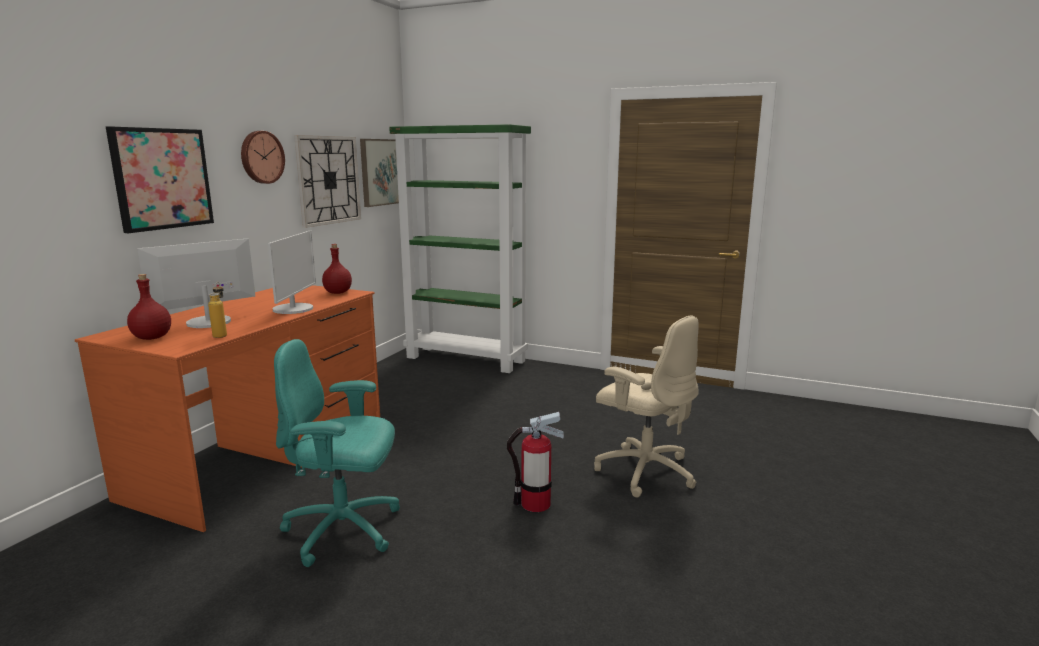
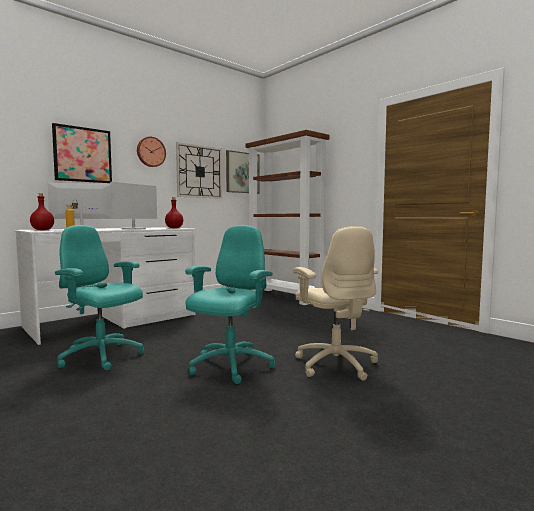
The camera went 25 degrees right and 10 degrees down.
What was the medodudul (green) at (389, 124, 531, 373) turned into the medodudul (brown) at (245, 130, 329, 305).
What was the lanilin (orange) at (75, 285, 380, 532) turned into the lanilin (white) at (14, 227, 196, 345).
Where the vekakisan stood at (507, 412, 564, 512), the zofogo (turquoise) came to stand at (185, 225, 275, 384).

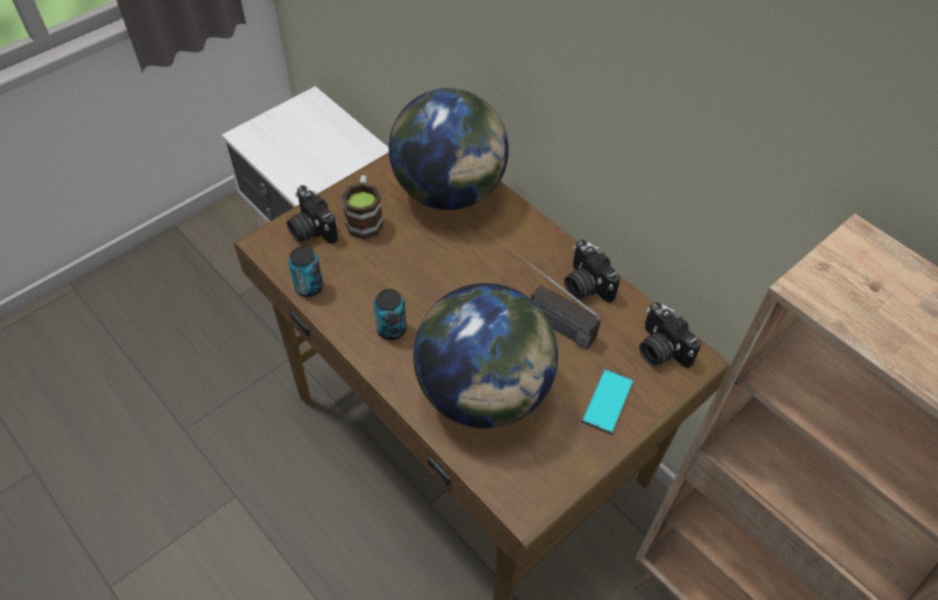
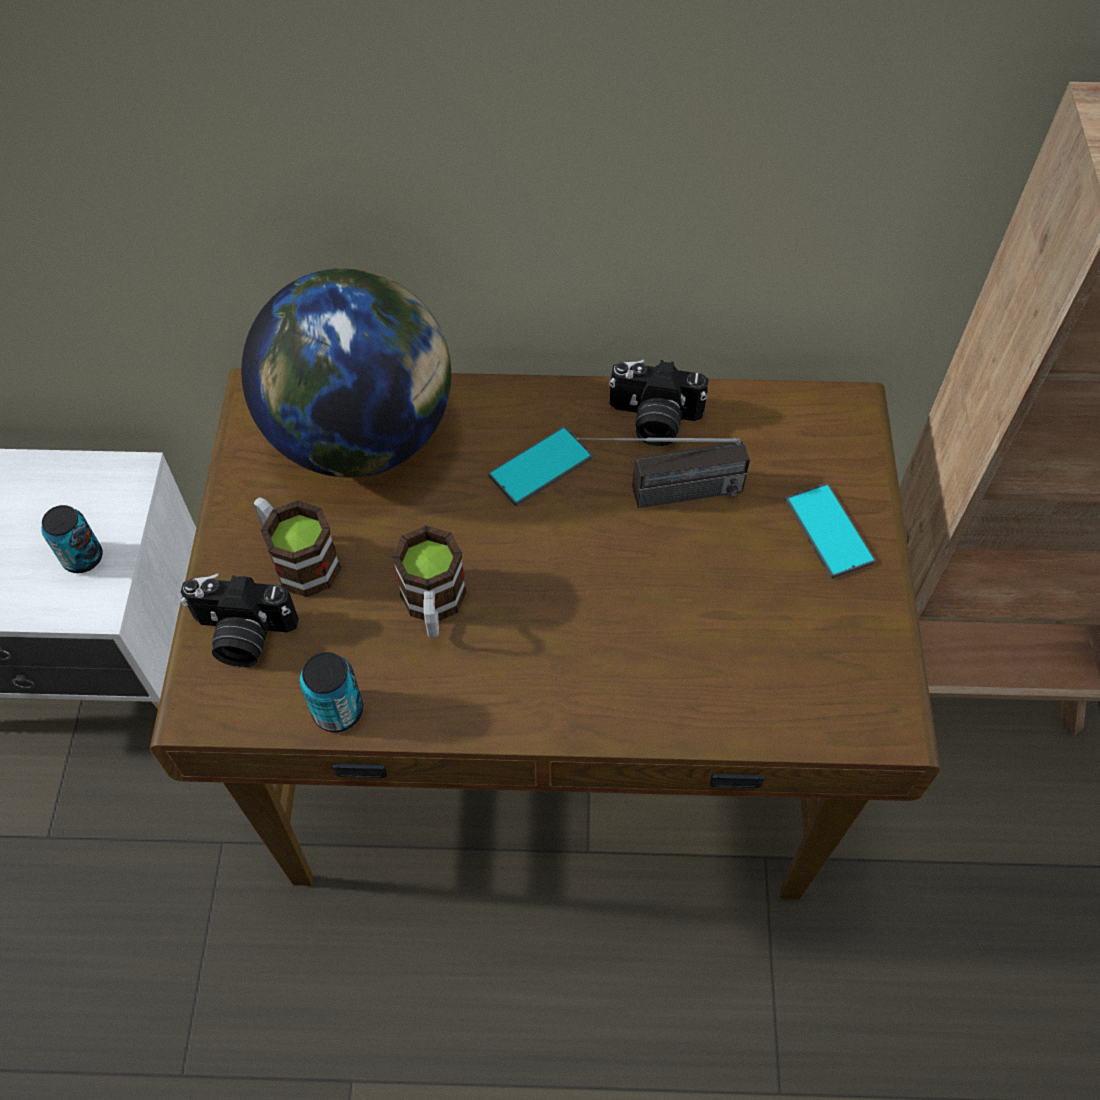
The camera went 45 degrees left and 5 degrees up.
The second view lost the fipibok at (413, 283, 558, 428).
The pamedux ended up elsewhere, having gone from (373, 289, 406, 340) to (41, 505, 103, 573).
The second view lost the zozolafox at (640, 302, 701, 368).
The second view gained the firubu at (488, 426, 593, 506).
The second view gained the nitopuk at (392, 526, 467, 638).

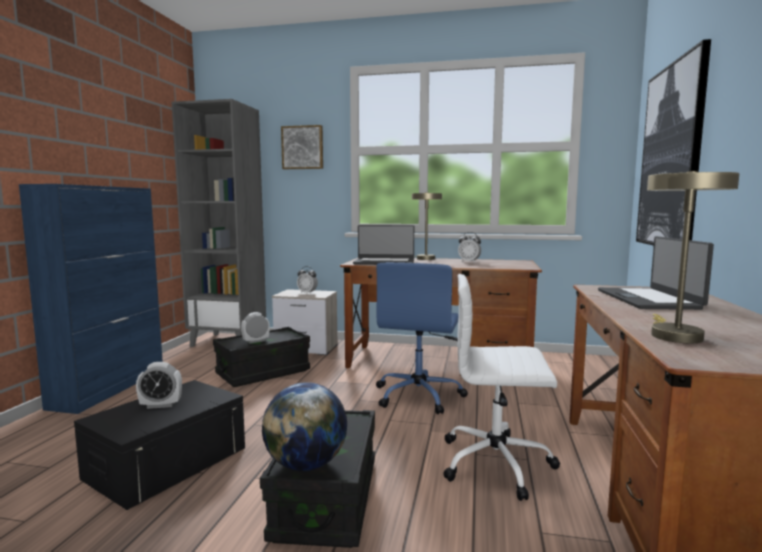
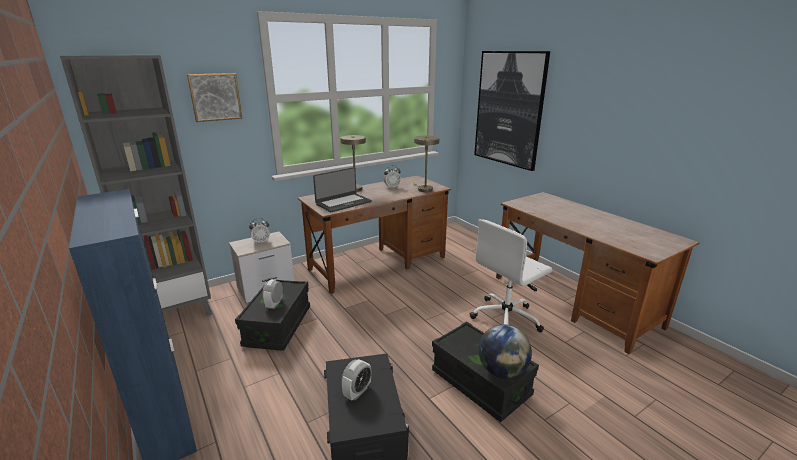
The camera went 45 degrees left and 15 degrees up.
The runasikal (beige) ended up elsewhere, having gone from (647, 171, 740, 343) to (412, 135, 439, 192).
The second view lost the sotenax at (598, 236, 714, 310).
The second view lost the zofogo (blue) at (376, 262, 468, 414).

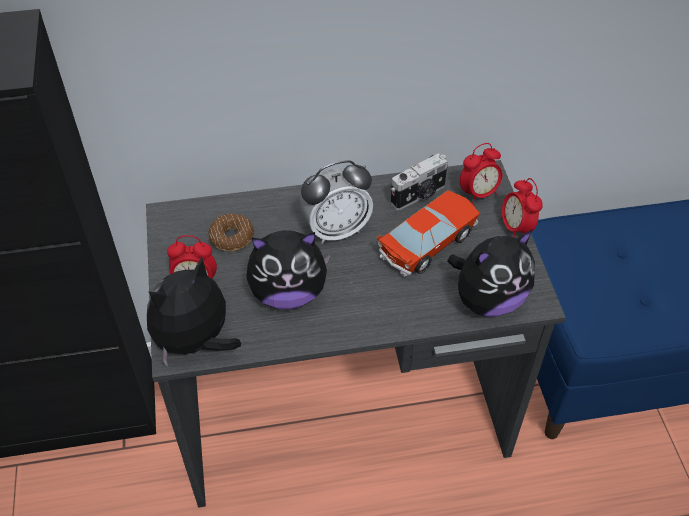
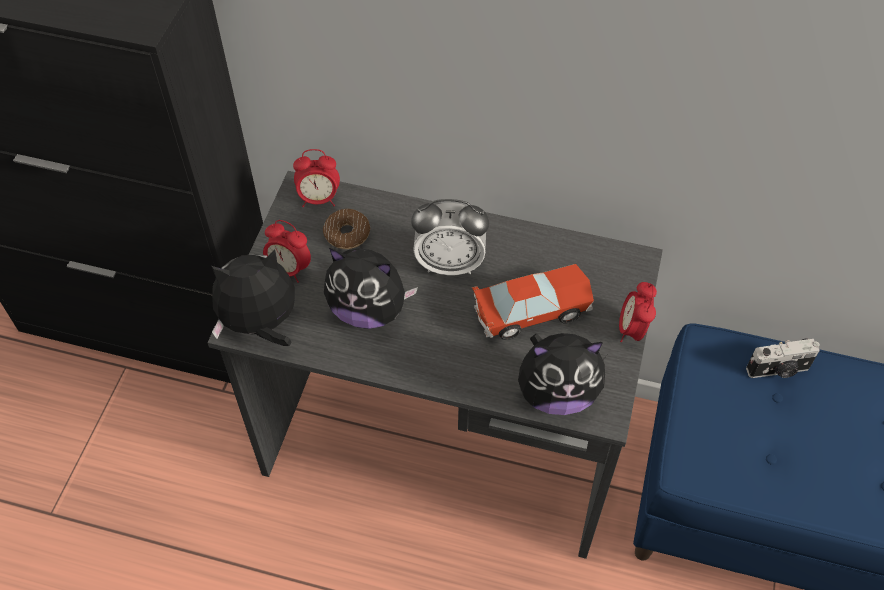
The camera went 25 degrees right and 5 degrees up.
The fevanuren ended up elsewhere, having gone from (460, 143, 503, 204) to (293, 149, 340, 207).
The zozolafox ended up elsewhere, having gone from (391, 153, 448, 210) to (746, 338, 820, 378).

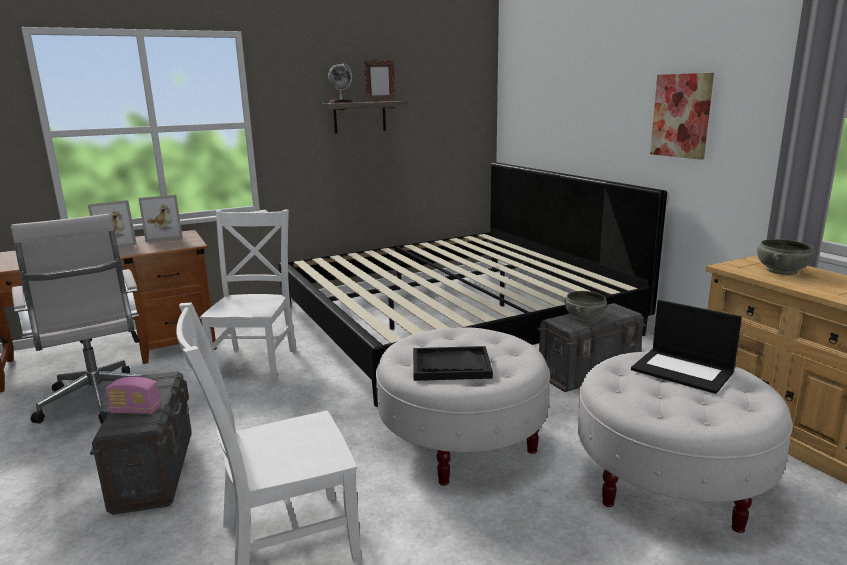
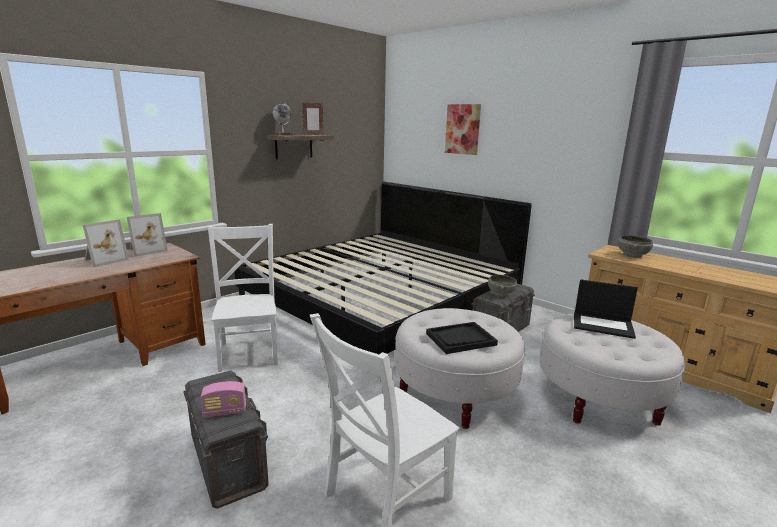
The camera went 20 degrees left and 0 degrees up.
The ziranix ended up elsewhere, having gone from (650, 73, 714, 160) to (445, 104, 481, 155).
The second view lost the zofogo (white) at (11, 214, 140, 424).

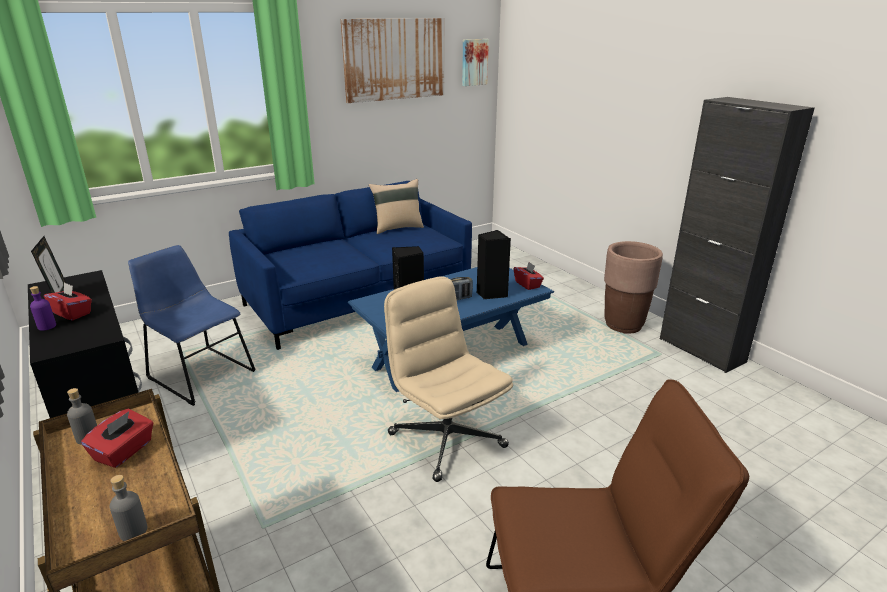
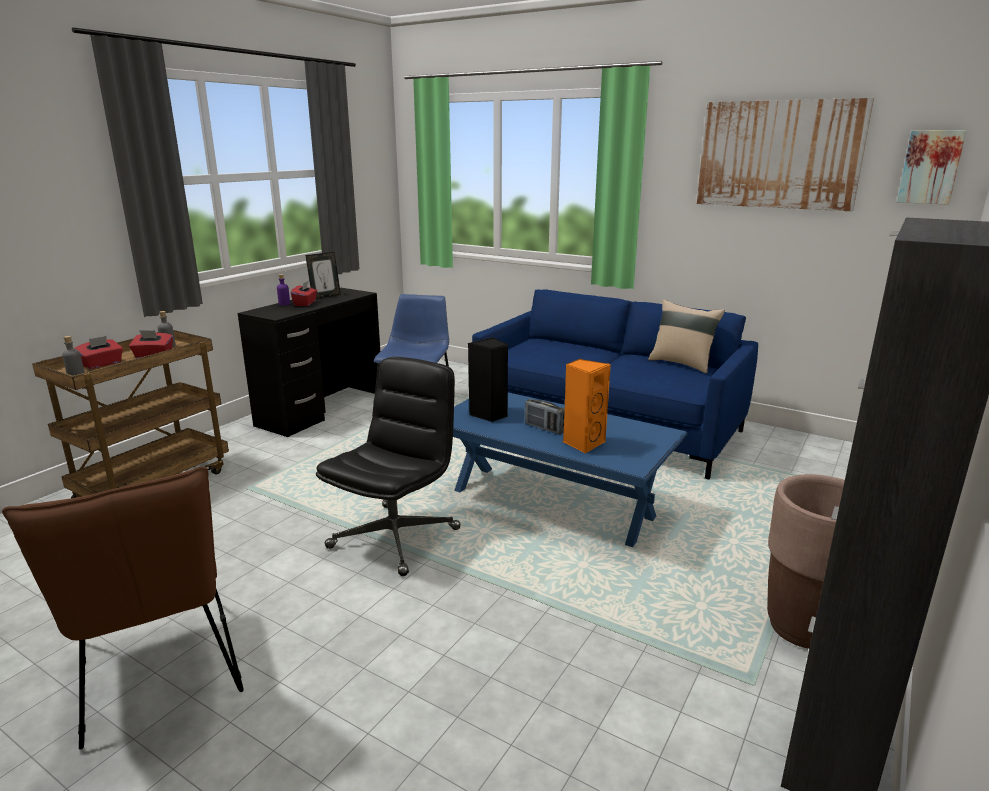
The camera went 65 degrees right and 5 degrees down.
What was the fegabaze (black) at (476, 230, 511, 299) turned into the fegabaze (orange) at (563, 359, 611, 454).
The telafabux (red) ended up elsewhere, having gone from (514, 262, 544, 290) to (74, 336, 123, 369).
What was the zofogo (beige) at (384, 277, 513, 482) turned into the zofogo (black) at (316, 357, 461, 576).

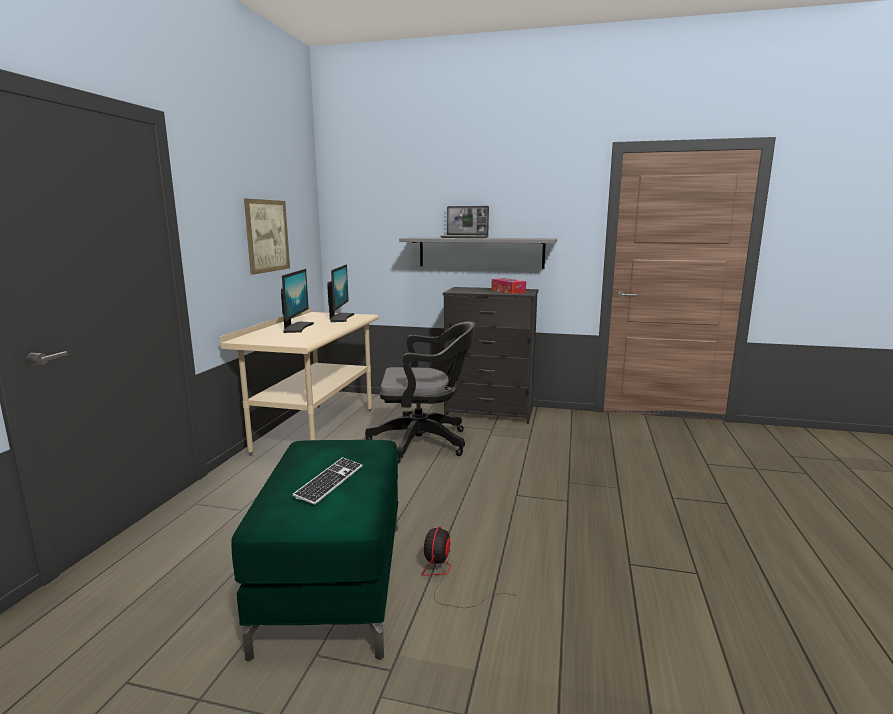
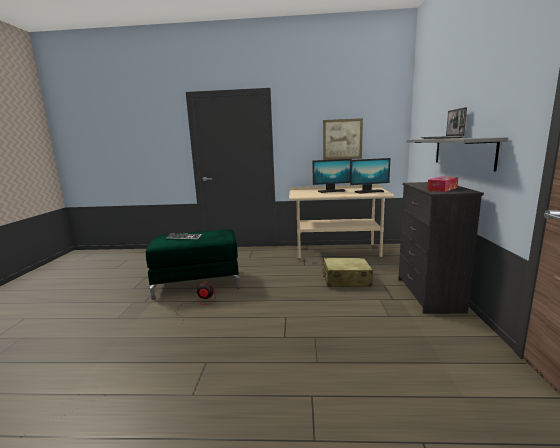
The camera went 80 degrees right and 0 degrees up.
Where the zofogo (black) stood at (365, 321, 476, 463), the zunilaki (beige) came to stand at (321, 258, 373, 287).

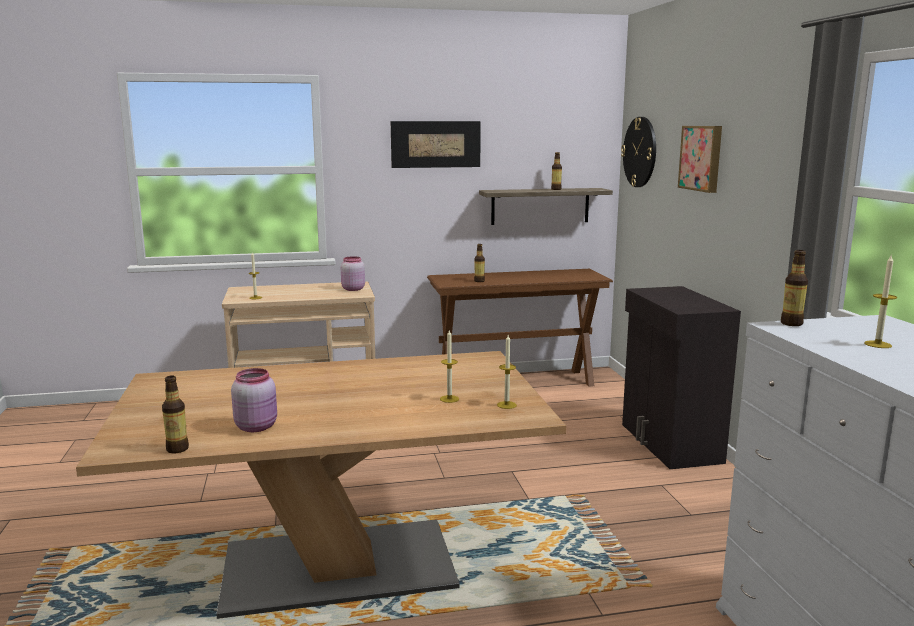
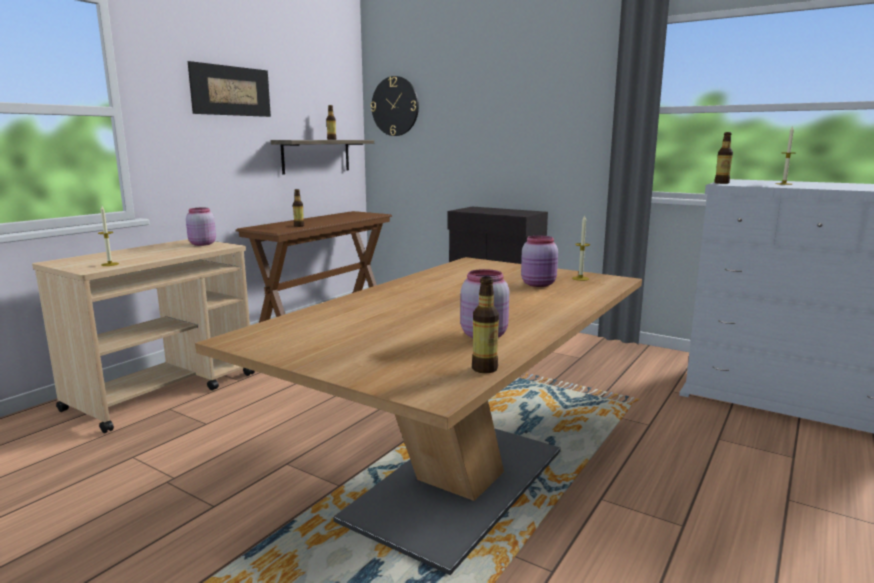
The camera went 45 degrees left and 0 degrees up.
The second view lost the ziranix at (678, 126, 722, 193).
Where the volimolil stood at (440, 330, 459, 403), the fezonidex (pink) came to stand at (521, 235, 558, 287).

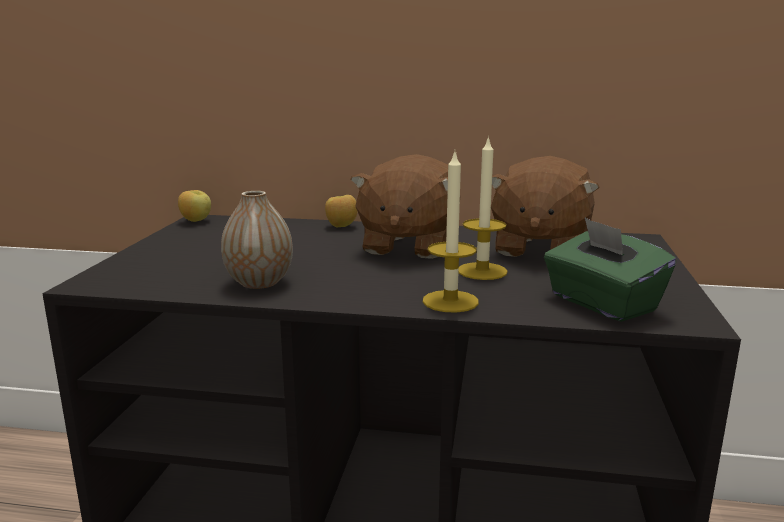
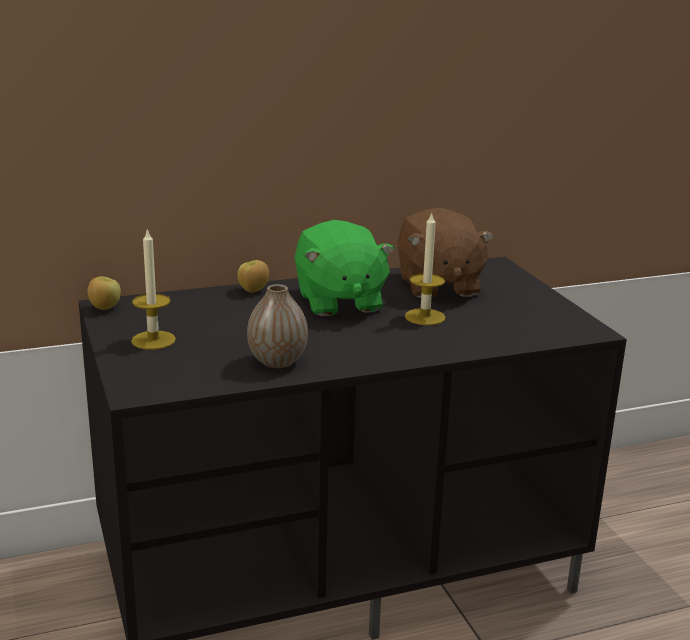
The camera went 30 degrees left and 5 degrees up.
The volimolil ended up elsewhere, having gone from (423, 149, 479, 313) to (131, 228, 176, 350).
What was the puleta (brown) at (350, 154, 448, 259) turned into the puleta (green) at (295, 220, 395, 316).
The second view lost the telafabux (green) at (544, 218, 676, 322).

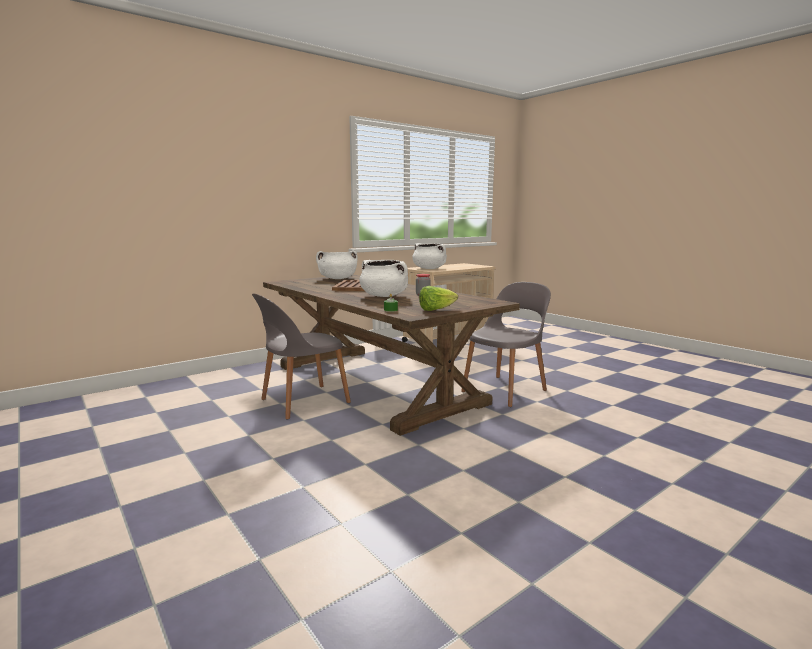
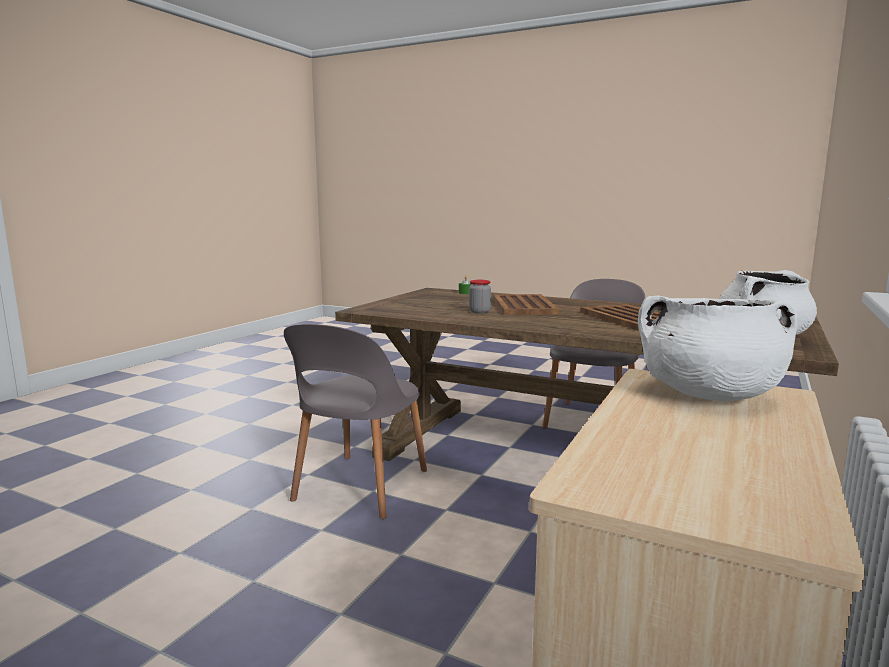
The camera went 155 degrees right and 0 degrees up.
Where the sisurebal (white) stood at (359, 260, 408, 297), the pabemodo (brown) came to stand at (493, 294, 560, 315).
The second view lost the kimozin at (419, 286, 458, 311).

